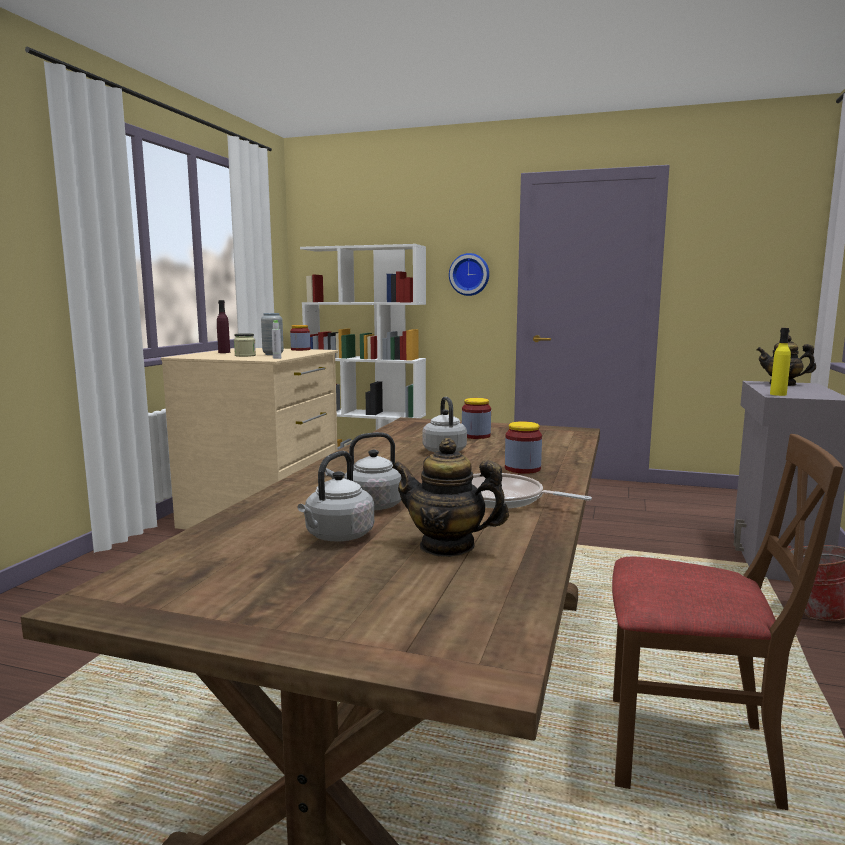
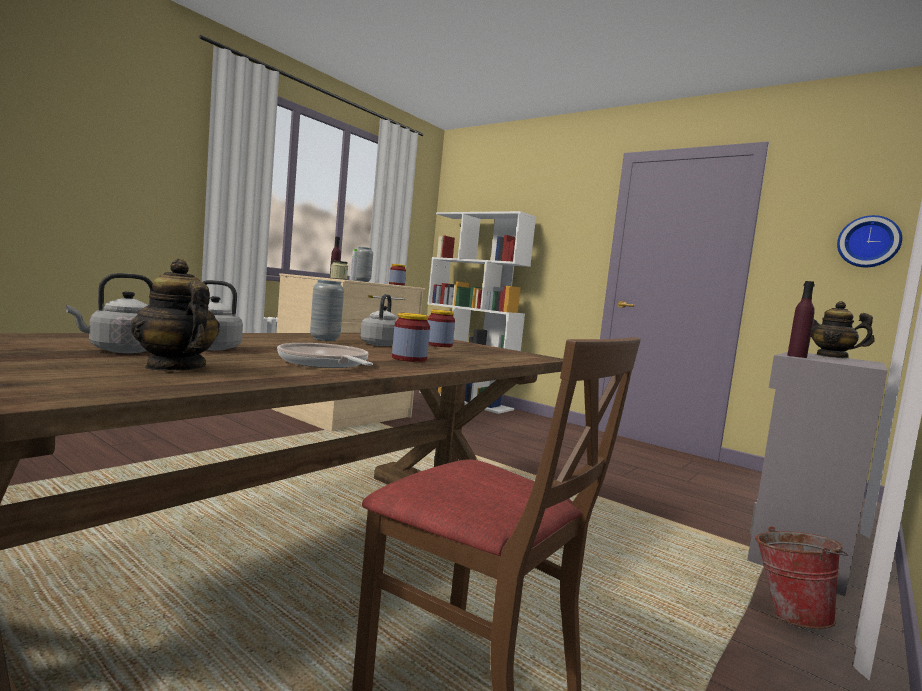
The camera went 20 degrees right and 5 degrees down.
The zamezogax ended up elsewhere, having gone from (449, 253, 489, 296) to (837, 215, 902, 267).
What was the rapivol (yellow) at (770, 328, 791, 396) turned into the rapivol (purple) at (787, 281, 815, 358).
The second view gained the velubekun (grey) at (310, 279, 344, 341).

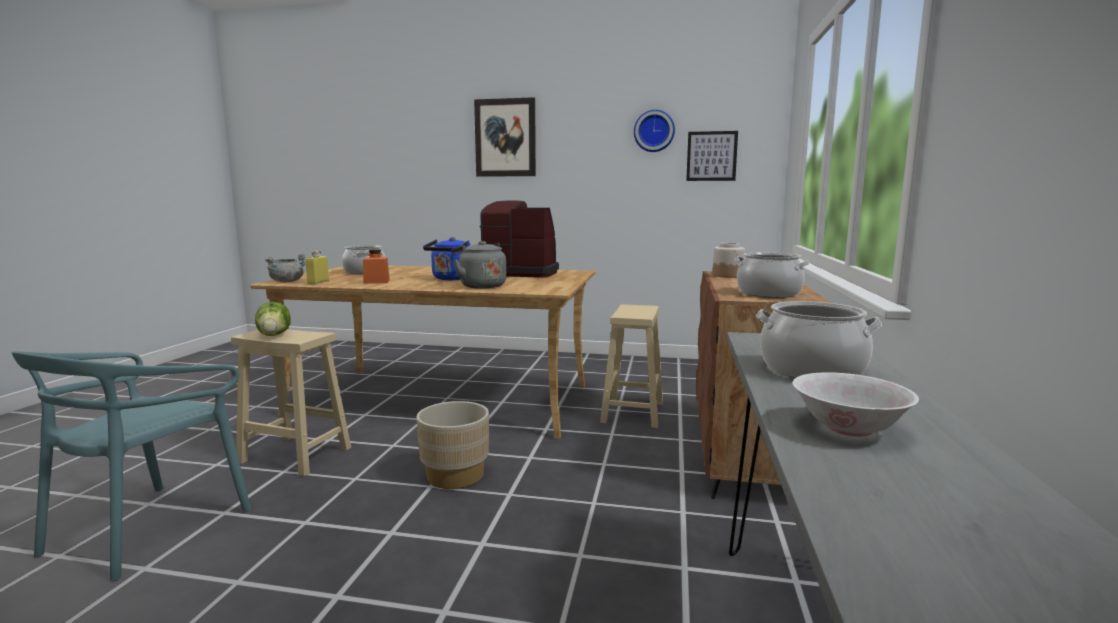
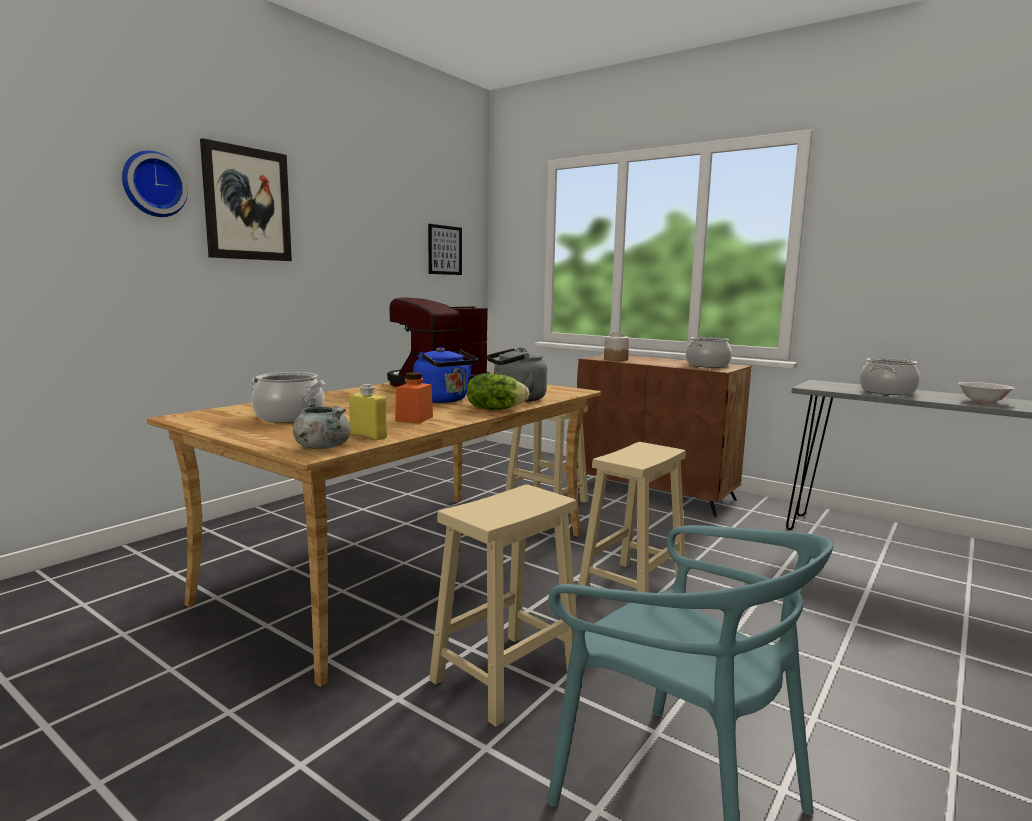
The camera went 65 degrees left and 0 degrees up.
The zamezogax ended up elsewhere, having gone from (634, 110, 675, 152) to (122, 151, 188, 217).
The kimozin ended up elsewhere, having gone from (255, 302, 291, 336) to (467, 373, 530, 410).
Where the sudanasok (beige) stood at (417, 401, 489, 489), the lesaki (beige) came to stand at (578, 442, 686, 596).

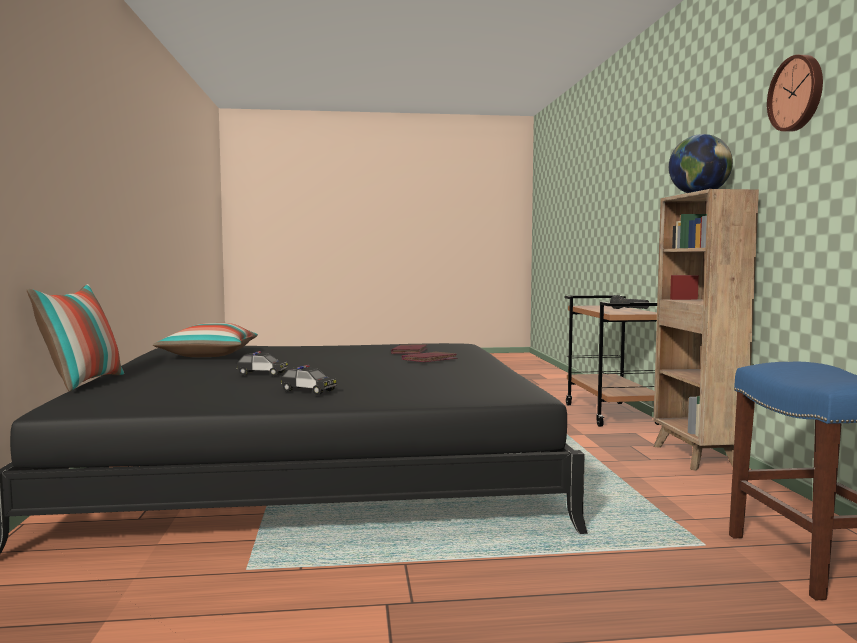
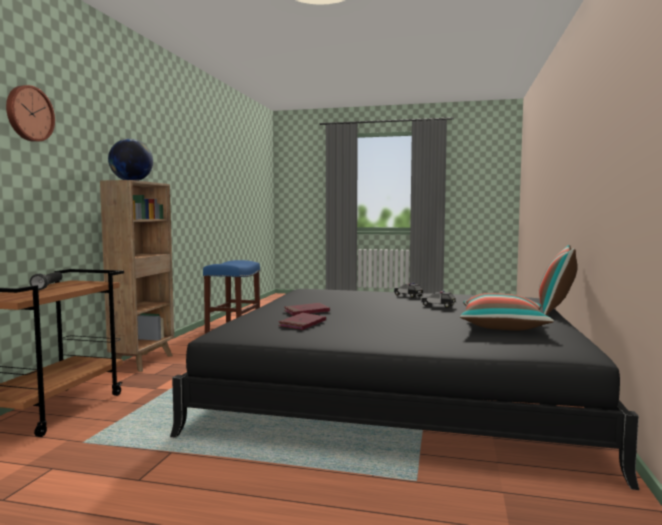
The camera went 160 degrees left and 0 degrees up.
The zamezogax ended up elsewhere, having gone from (767, 55, 823, 132) to (6, 85, 55, 142).

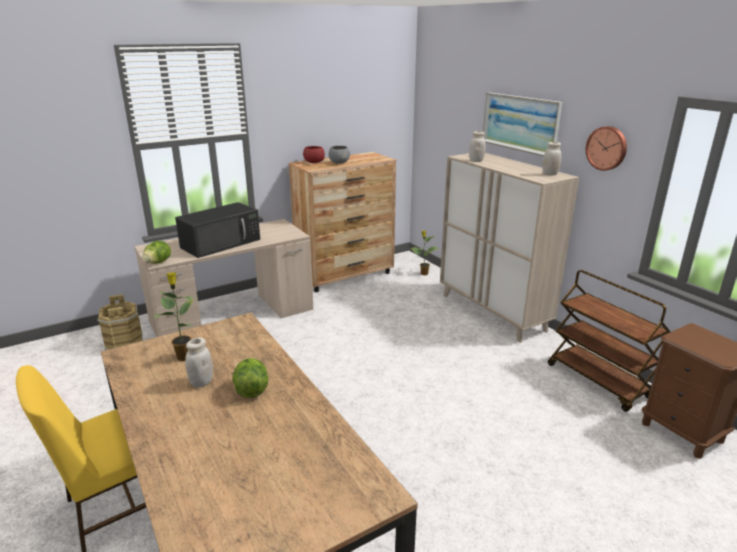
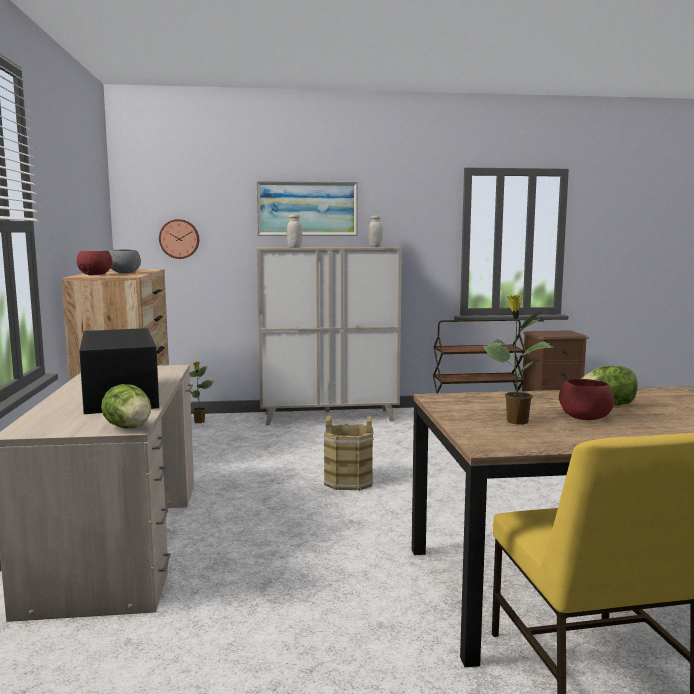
The camera went 65 degrees left and 15 degrees down.
The zamezogax ended up elsewhere, having gone from (586, 126, 627, 171) to (159, 219, 199, 259).
The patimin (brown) ended up elsewhere, having gone from (97, 294, 143, 350) to (324, 416, 373, 491).
Where the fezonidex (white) stood at (185, 338, 213, 388), the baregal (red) came to stand at (559, 379, 614, 420).

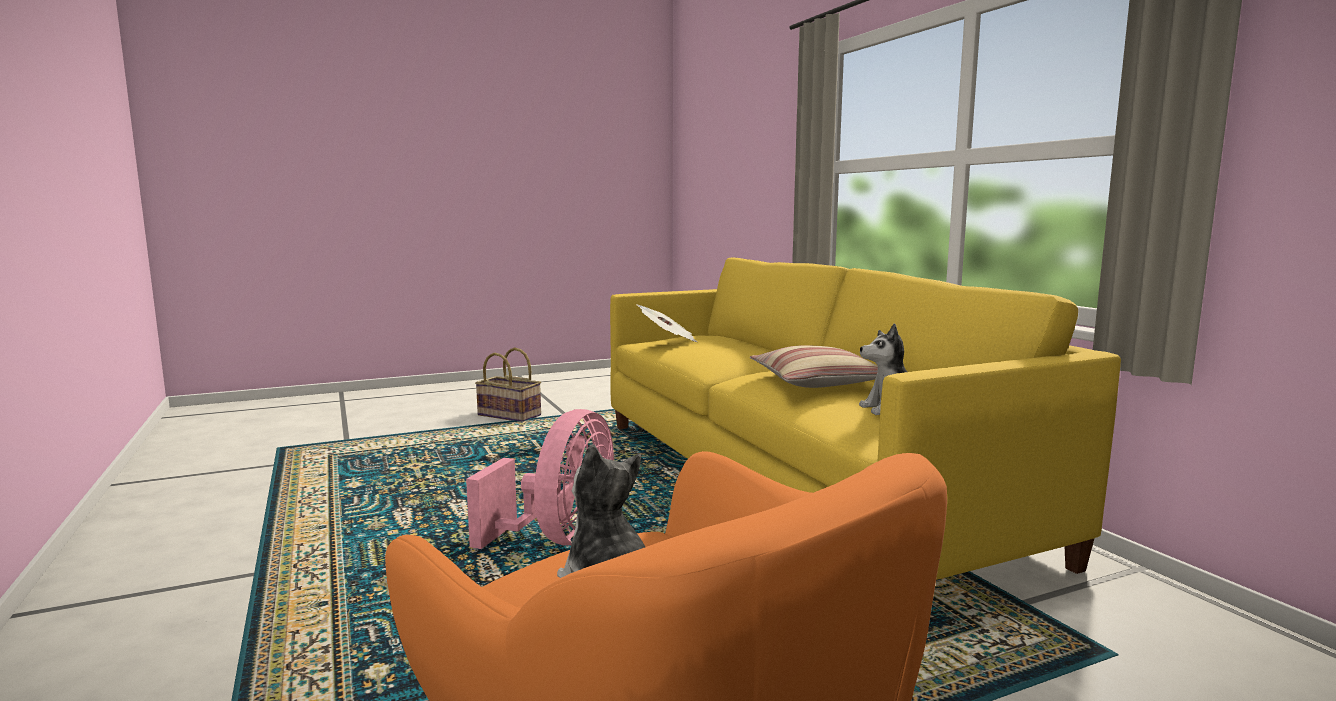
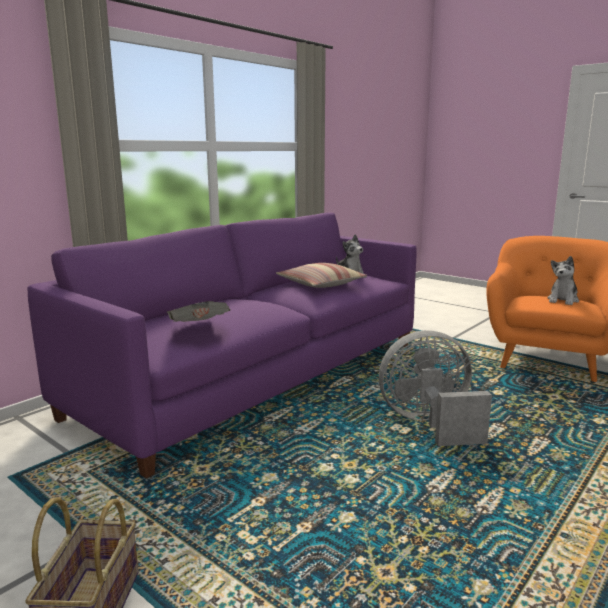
The camera went 115 degrees left and 5 degrees up.
What was the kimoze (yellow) at (610, 257, 1121, 580) turned into the kimoze (purple) at (27, 212, 417, 478).
What was the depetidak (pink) at (466, 409, 614, 549) turned into the depetidak (grey) at (379, 330, 492, 446).

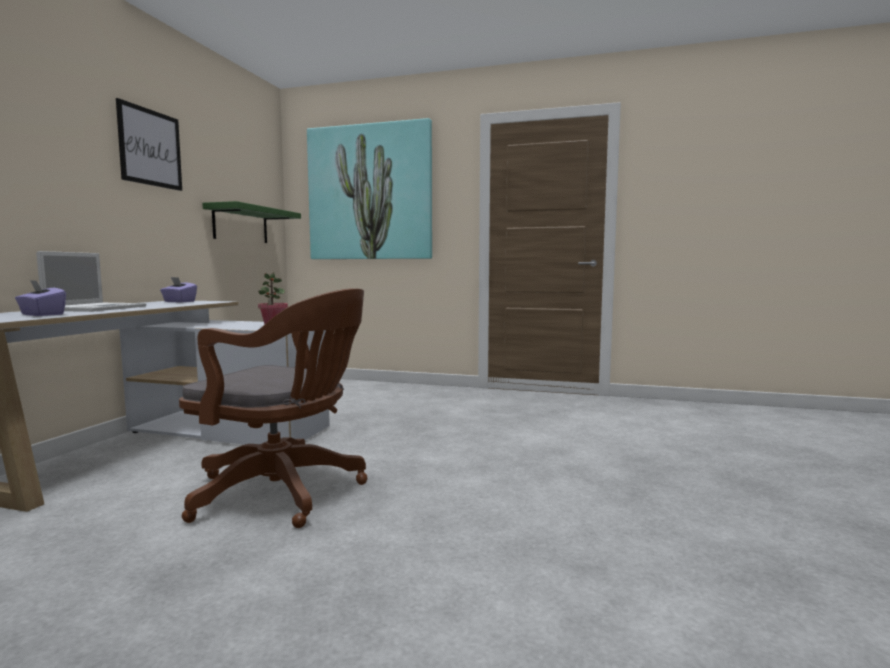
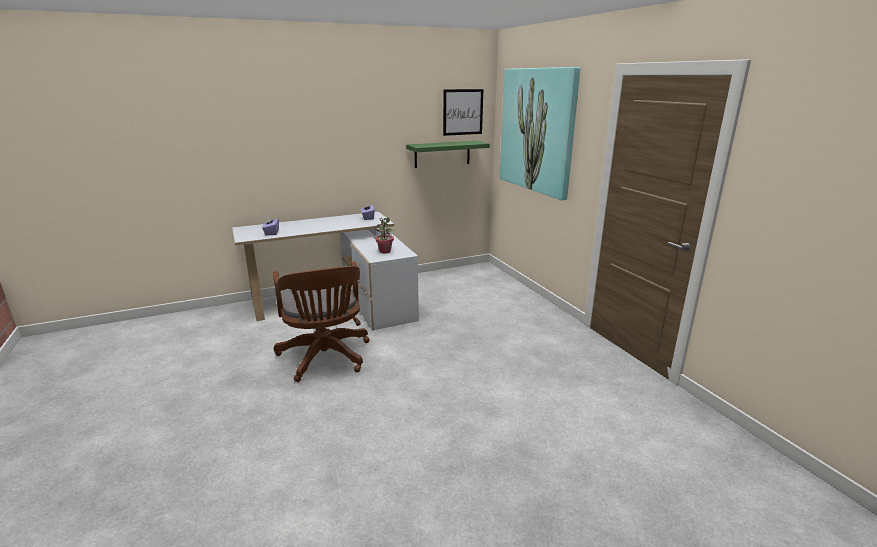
The camera went 50 degrees right and 15 degrees up.
The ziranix ended up elsewhere, having gone from (116, 98, 182, 191) to (443, 89, 483, 136).
The second view lost the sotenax at (36, 251, 146, 312).

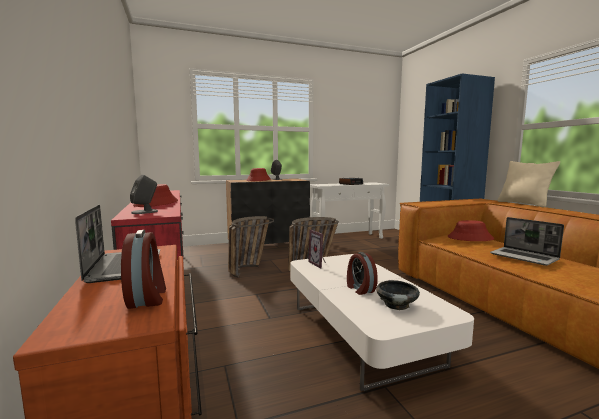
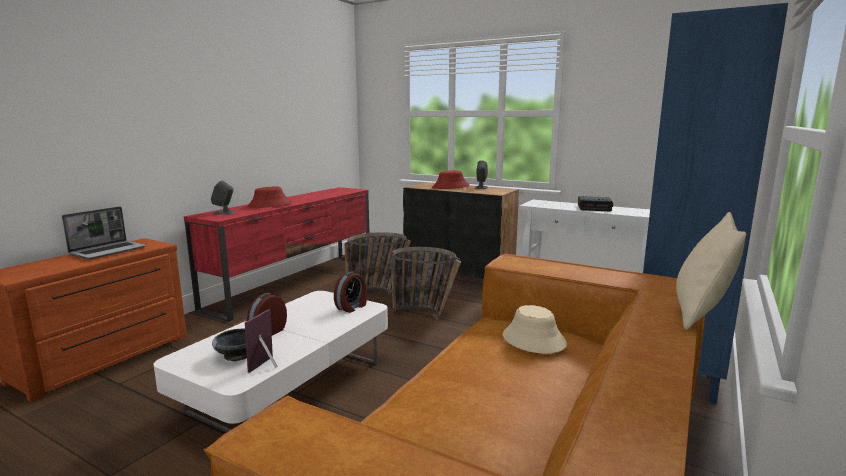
The camera went 50 degrees right and 5 degrees up.
The second view lost the sotenax at (490, 217, 564, 266).
What was the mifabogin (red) at (447, 220, 494, 241) turned into the mifabogin (beige) at (503, 305, 567, 354).
The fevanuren ended up elsewhere, having gone from (121, 230, 166, 309) to (334, 271, 367, 313).
The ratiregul ended up elsewhere, having gone from (308, 230, 326, 268) to (245, 309, 278, 373).

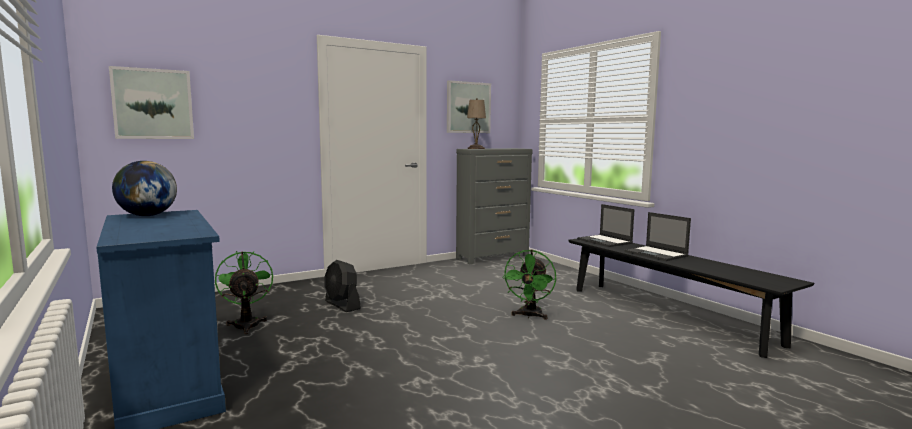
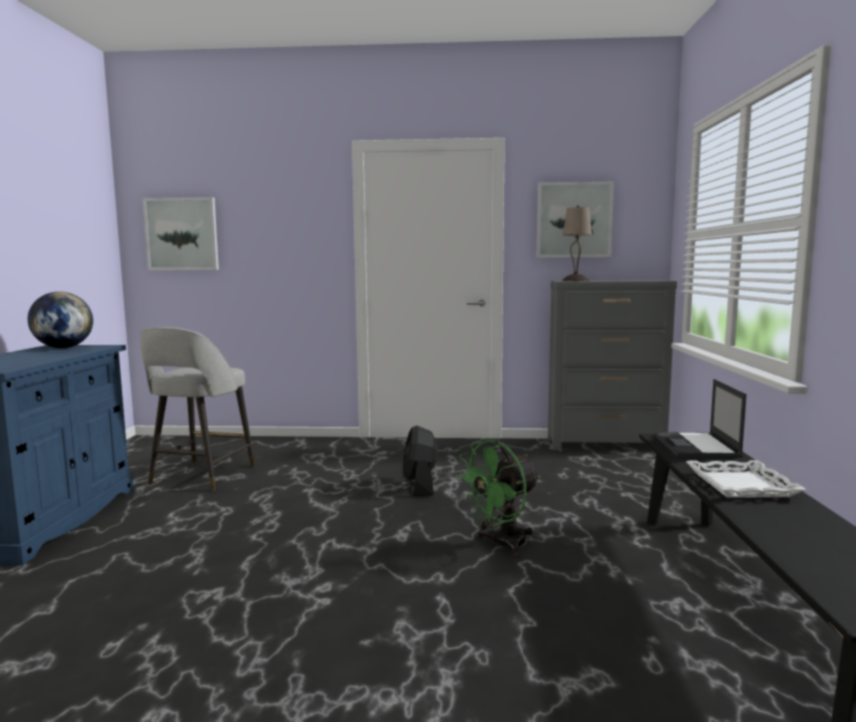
The camera went 35 degrees right and 0 degrees up.
Where the sotenax stood at (624, 212, 691, 261), the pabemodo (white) came to stand at (686, 460, 806, 498).
Where the depetidak (green) stood at (215, 251, 273, 334), the lesaki (grey) came to stand at (140, 327, 255, 491).
The depetidak (black) ended up elsewhere, having gone from (324, 260, 361, 312) to (403, 426, 438, 496).

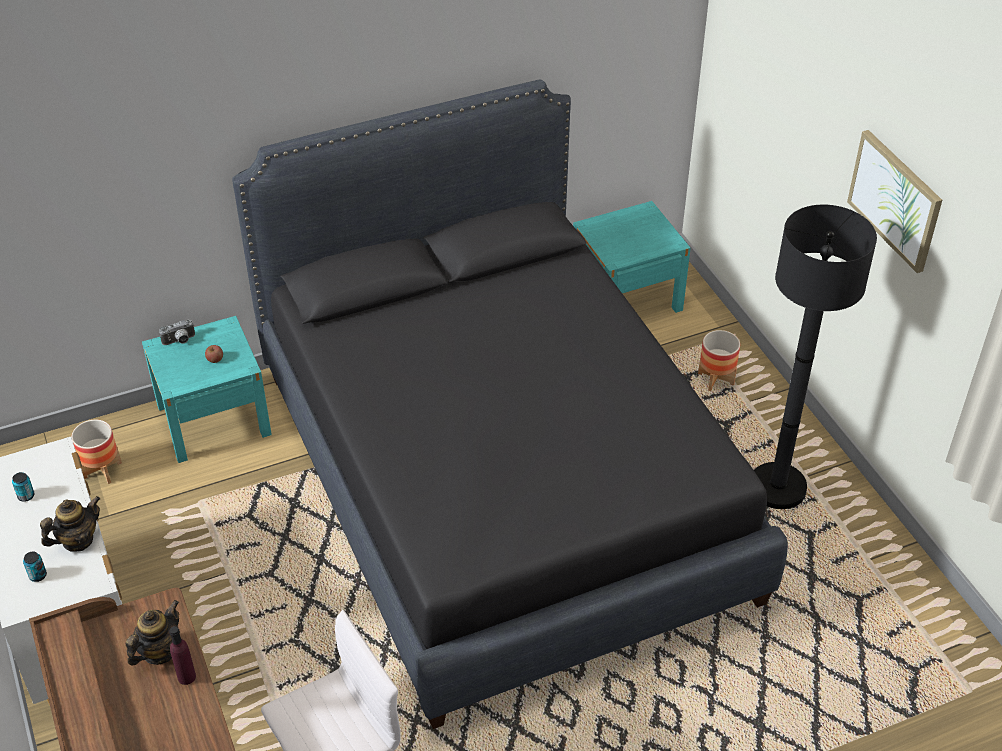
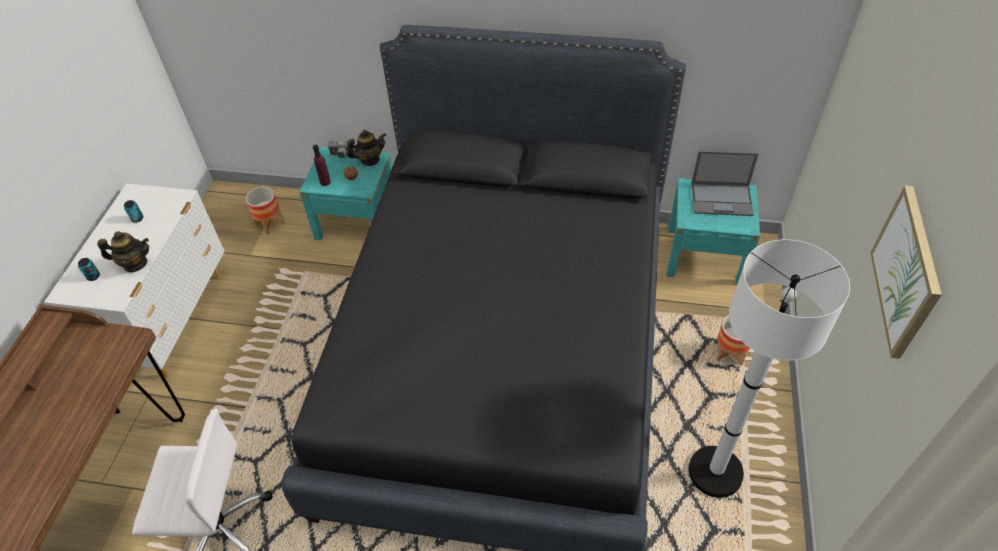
The camera went 35 degrees right and 5 degrees up.
What was the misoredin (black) at (754, 204, 877, 509) turned into the misoredin (white) at (688, 239, 850, 498).
The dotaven ended up elsewhere, having gone from (126, 600, 179, 665) to (347, 130, 386, 166).
The rapivol (purple) ended up elsewhere, having gone from (169, 626, 196, 685) to (313, 144, 331, 186).
The second view gained the sotenax at (691, 151, 759, 216).

